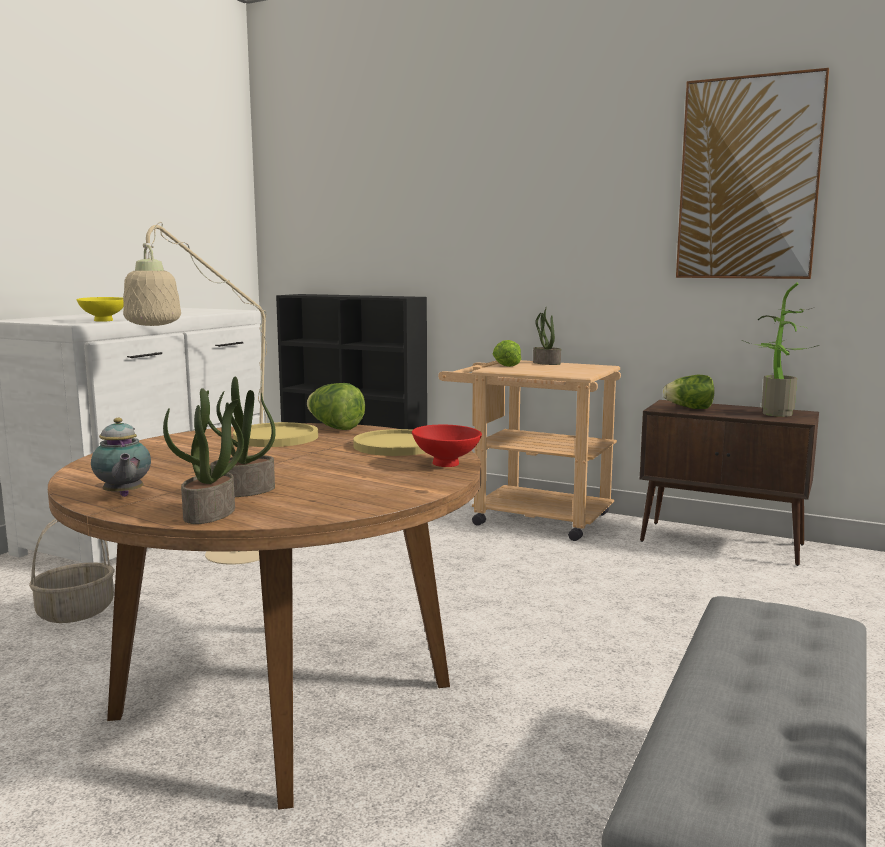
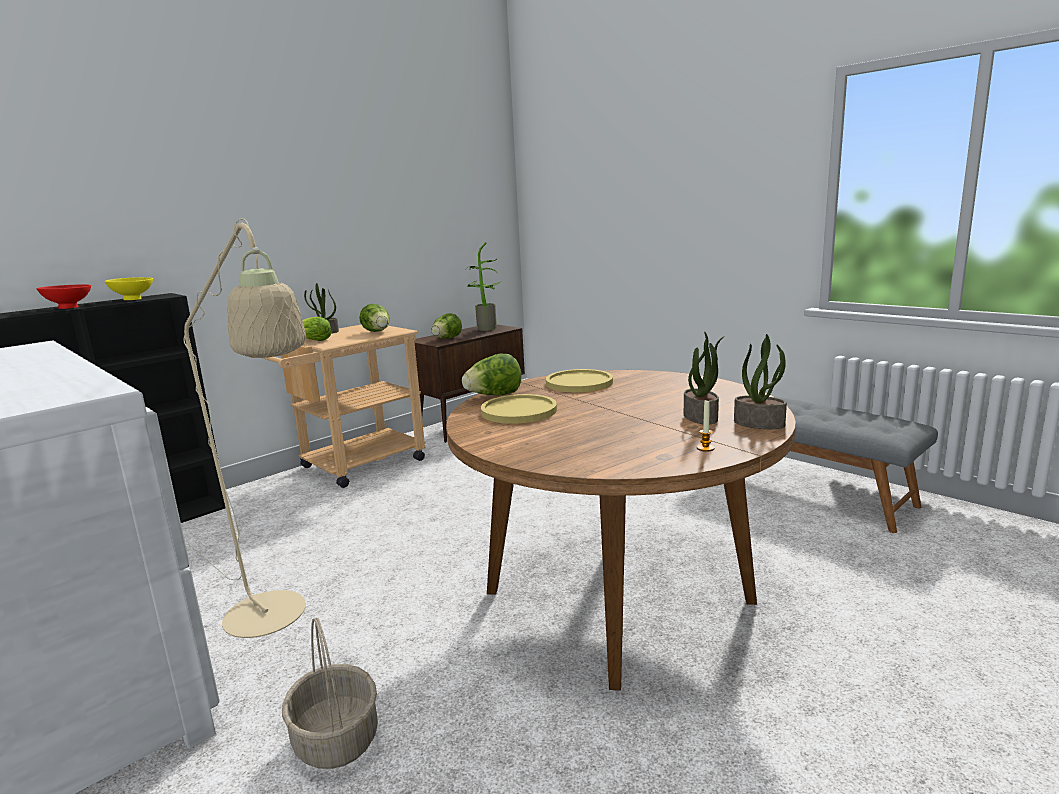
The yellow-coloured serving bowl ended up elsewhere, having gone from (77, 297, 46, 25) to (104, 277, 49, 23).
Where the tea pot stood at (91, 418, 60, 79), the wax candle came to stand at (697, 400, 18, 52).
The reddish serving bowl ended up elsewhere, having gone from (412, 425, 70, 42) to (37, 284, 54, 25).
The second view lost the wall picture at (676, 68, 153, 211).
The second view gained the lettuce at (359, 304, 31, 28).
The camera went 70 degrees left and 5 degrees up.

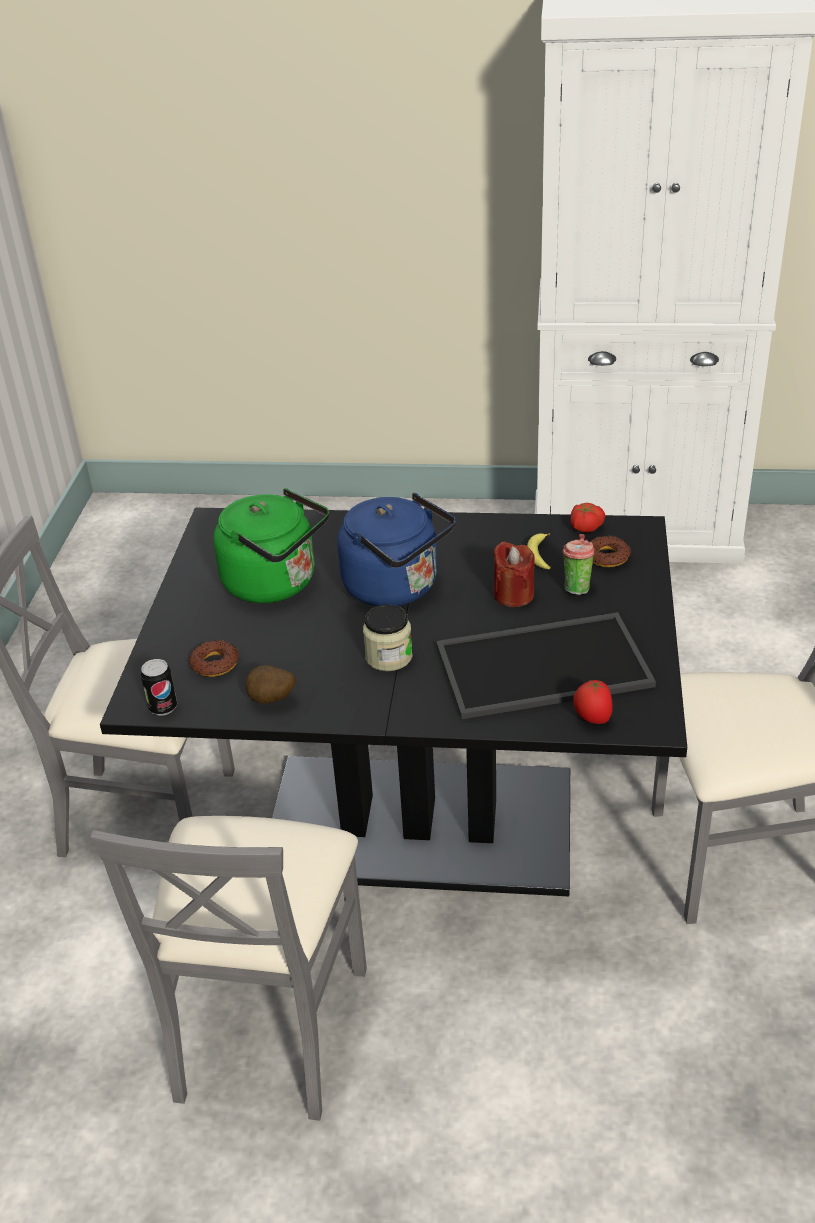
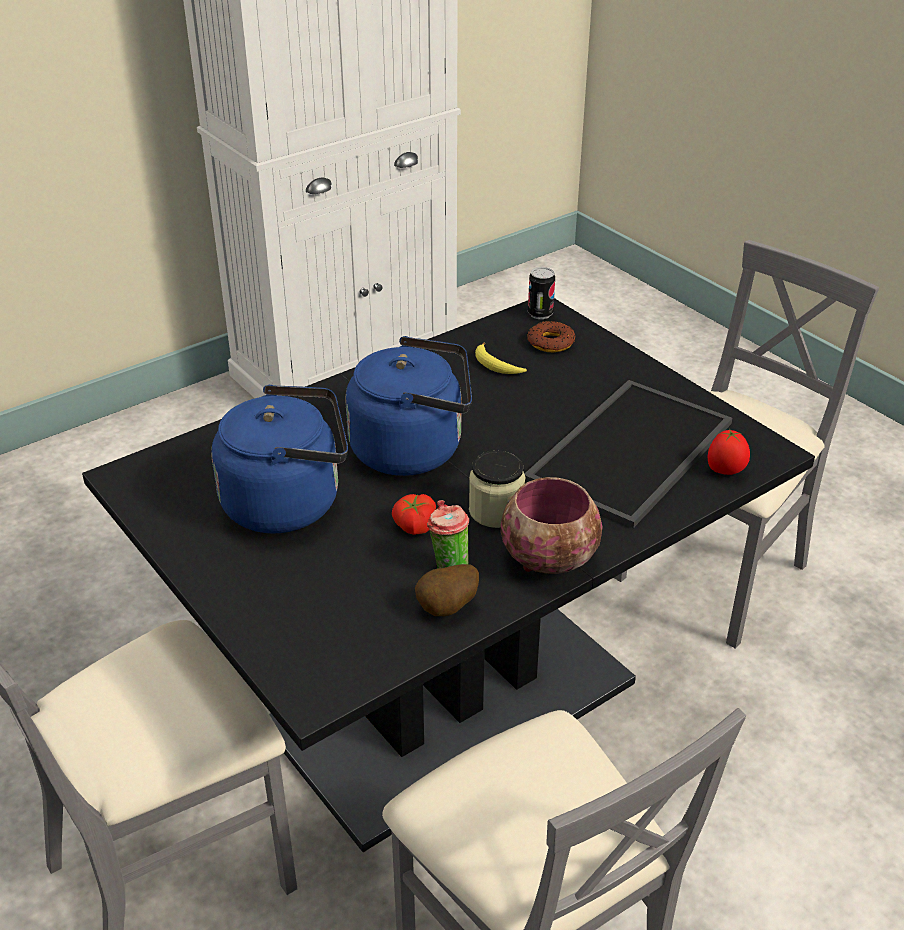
The can ended up elsewhere, having gone from (140, 659, 37, 56) to (528, 267, 27, 52).
The second view lost the donut at (189, 640, 50, 37).
What was the green kettle at (213, 488, 116, 115) turned into the bluish kettle at (211, 385, 137, 149).
The second view lost the reddish wax candle at (493, 542, 42, 65).
The small cup ended up elsewhere, having gone from (563, 534, 31, 61) to (427, 500, 42, 68).
The fresh tomato ended up elsewhere, having gone from (571, 503, 34, 29) to (392, 494, 44, 41).
The second view gained the serving bowl at (501, 477, 102, 97).
The camera went 45 degrees left and 0 degrees up.

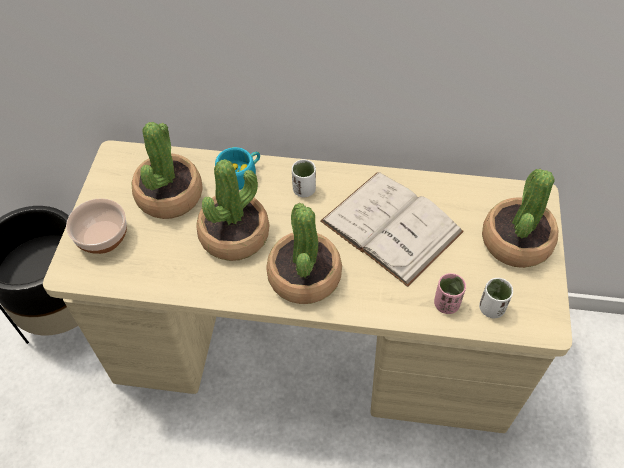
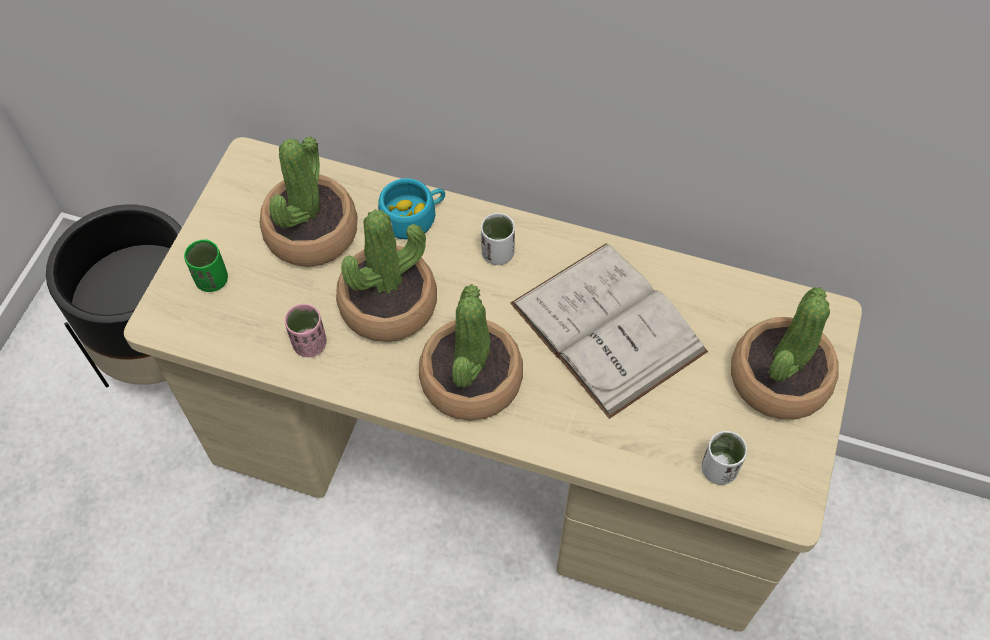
Where the serving bowl stood at (66, 198, 61, 56), the green small cup came to stand at (184, 239, 44, 53).
The pink-coloured small cup ended up elsewhere, having gone from (434, 273, 32, 41) to (284, 304, 43, 53).
The camera went 10 degrees right and 5 degrees up.

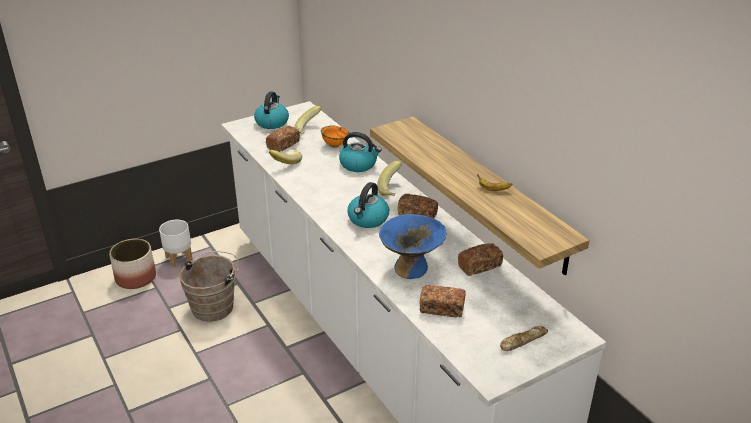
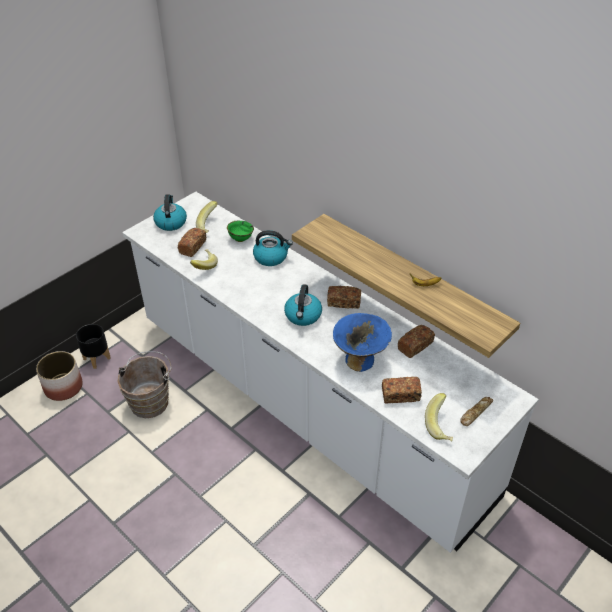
What was the whitish flower pot at (159, 220, 34, 47) turned into the black-coloured flower pot at (76, 324, 35, 45).
What was the orange-coloured serving bowl at (321, 126, 28, 22) turned into the green serving bowl at (227, 221, 27, 21).
The whole banana ended up elsewhere, having gone from (377, 161, 25, 35) to (425, 393, 28, 49).
The camera went 15 degrees left and 10 degrees up.

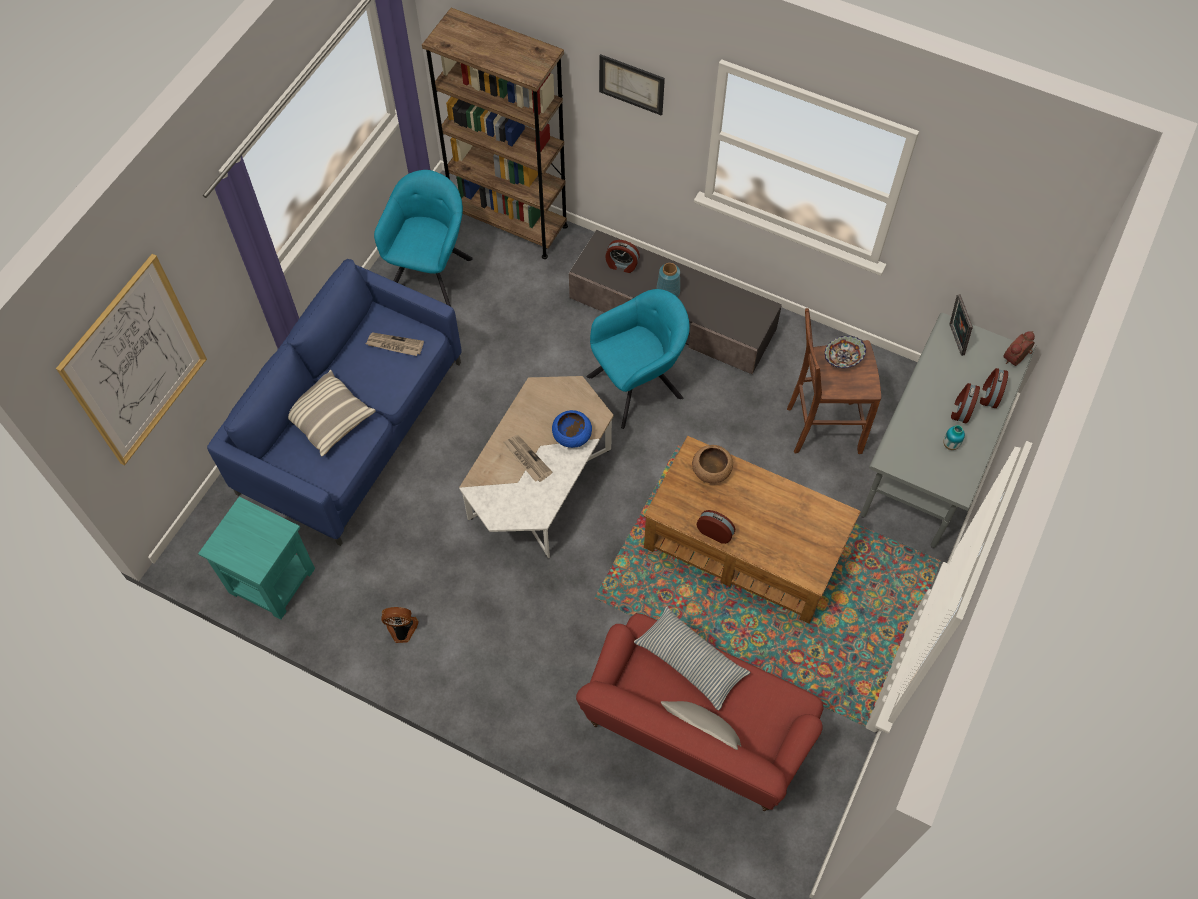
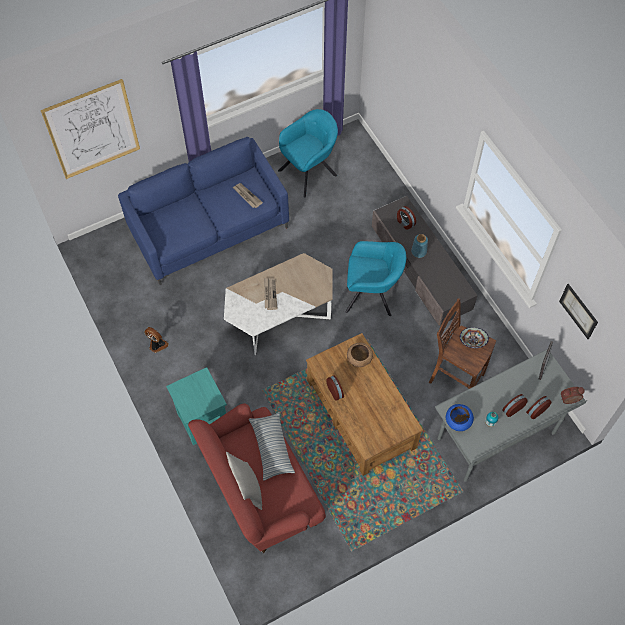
The turquoise side table ended up elsewhere, having gone from (198, 497, 117, 122) to (166, 367, 61, 78).
The second view lost the throw pillow at (288, 370, 88, 86).
The second view lost the brown-coloured bookcase at (422, 8, 146, 251).
The bluish serving bowl ended up elsewhere, having gone from (552, 410, 40, 38) to (446, 404, 28, 27).
The wall picture ended up elsewhere, having gone from (599, 54, 66, 62) to (559, 284, 39, 55).
The camera went 35 degrees right and 0 degrees up.

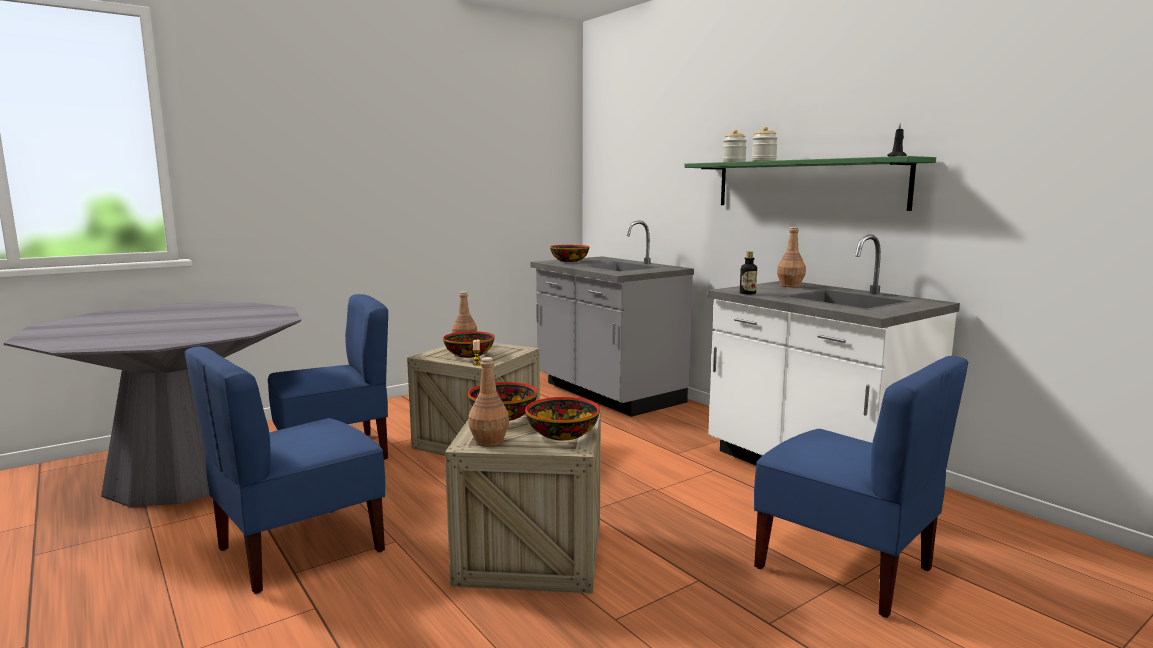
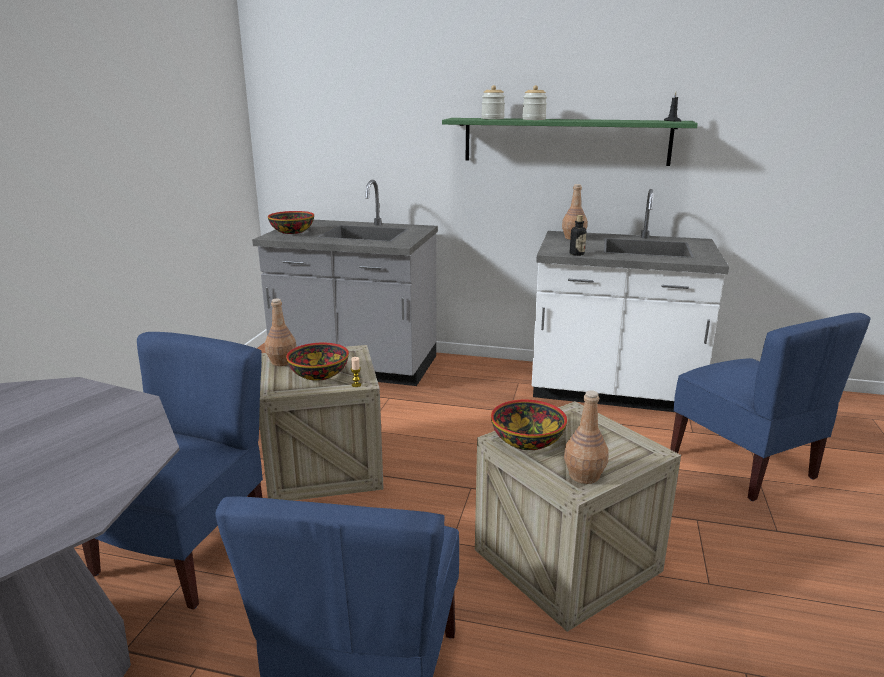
The second view lost the serving bowl at (525, 397, 75, 43).
The bluish plain chair at (754, 356, 214, 262) ended up facing another way, 60 degrees clockwise from before.
The camera went 40 degrees left and 10 degrees up.

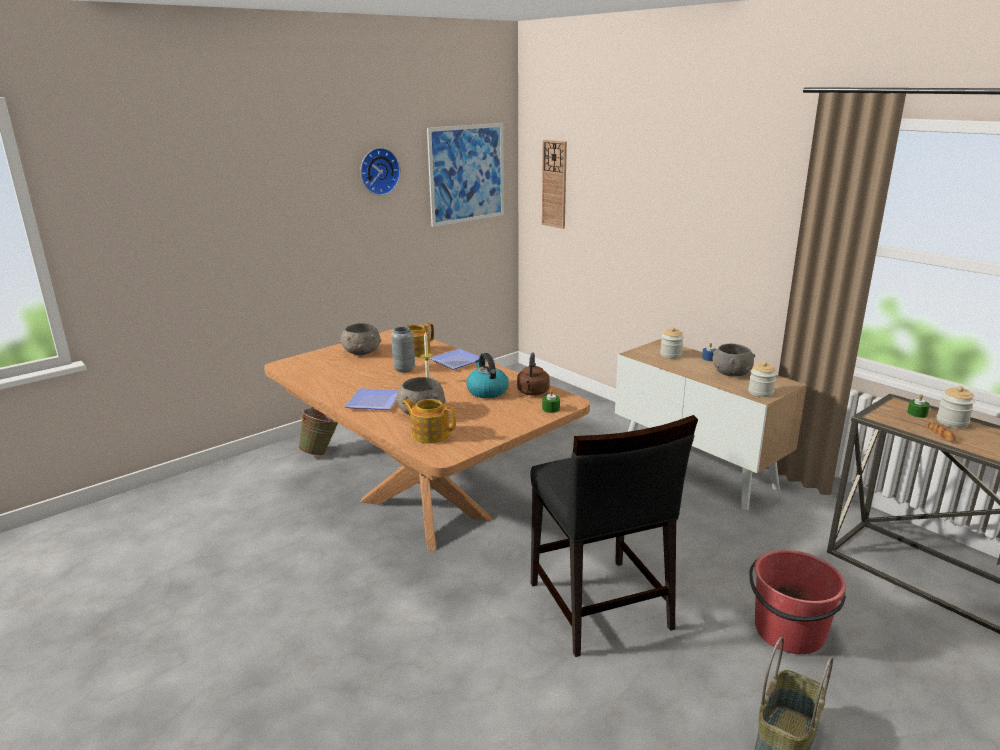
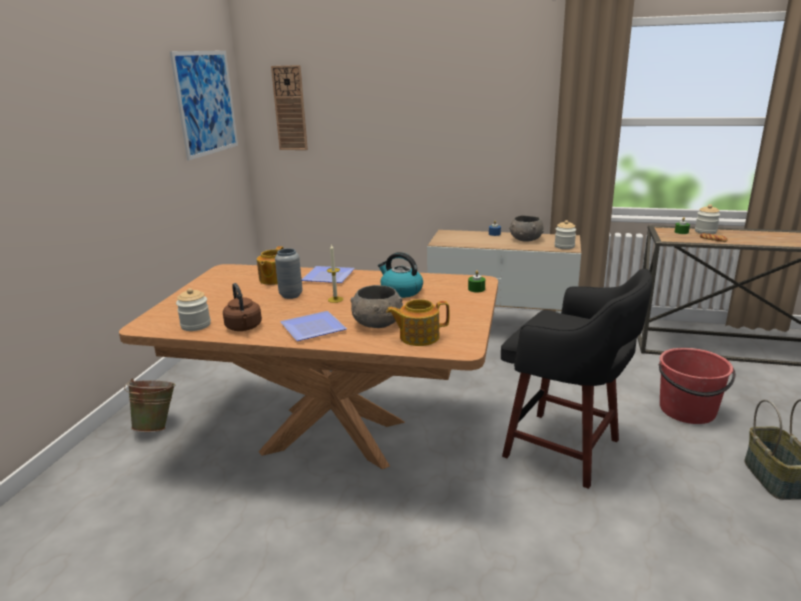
The second view lost the gray serving bowl at (340, 323, 41, 32).
The second view lost the hanging clock at (360, 148, 40, 47).
The brown-coloured kettle ended up elsewhere, having gone from (517, 353, 33, 42) to (223, 283, 39, 48).
Where the black-coloured plain chair stood at (530, 415, 168, 242), the black-coloured sitting stool came to stand at (501, 268, 151, 221).
The storage jar ended up elsewhere, having gone from (660, 327, 24, 32) to (176, 288, 35, 43).
The camera went 35 degrees left and 0 degrees up.

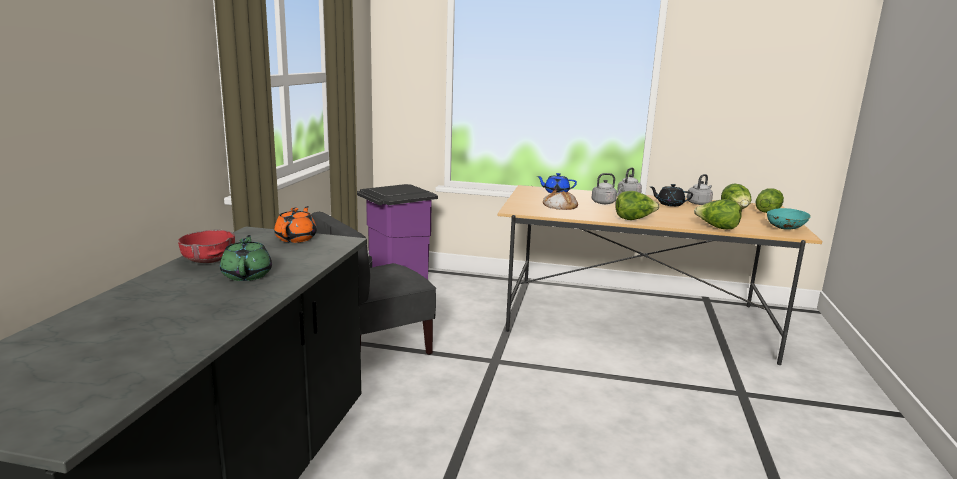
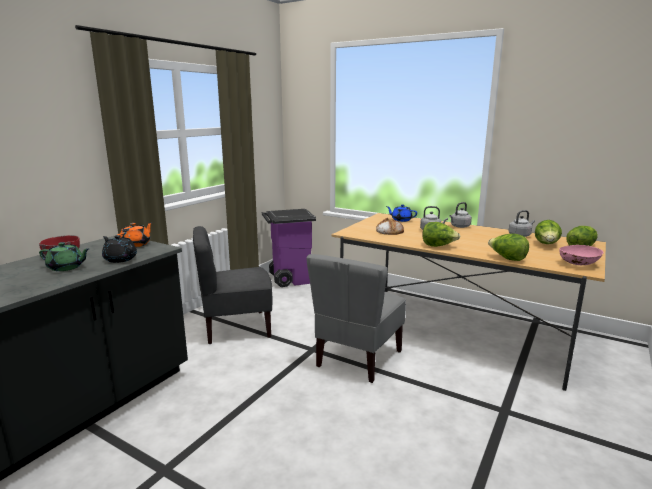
The green tea pot at (220, 235, 52, 46) ended up facing another way, 90 degrees clockwise from before.
The black-coloured tea pot ended up elsewhere, having gone from (649, 184, 44, 22) to (102, 235, 35, 28).
What was the turquoise serving bowl at (767, 208, 44, 22) turned into the pink-coloured serving bowl at (559, 245, 44, 20).
The second view gained the gray plain chair at (306, 254, 100, 129).
The camera went 20 degrees right and 0 degrees up.

